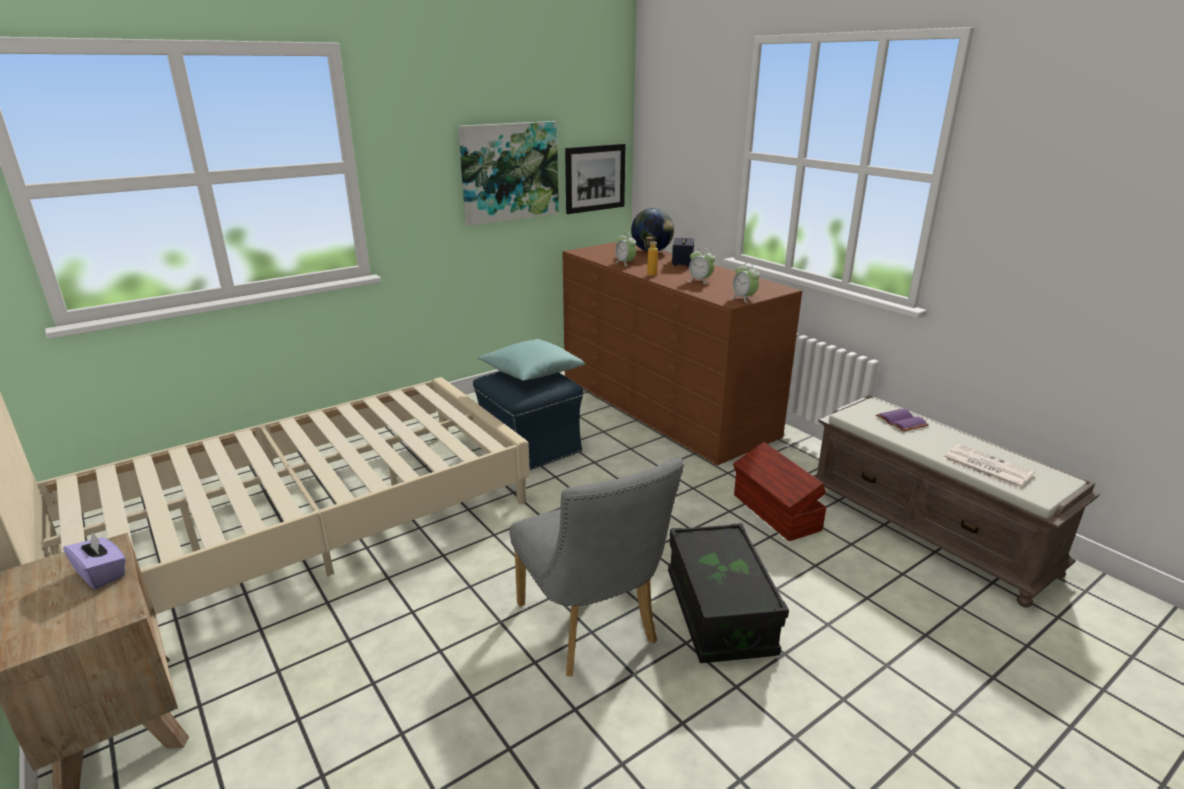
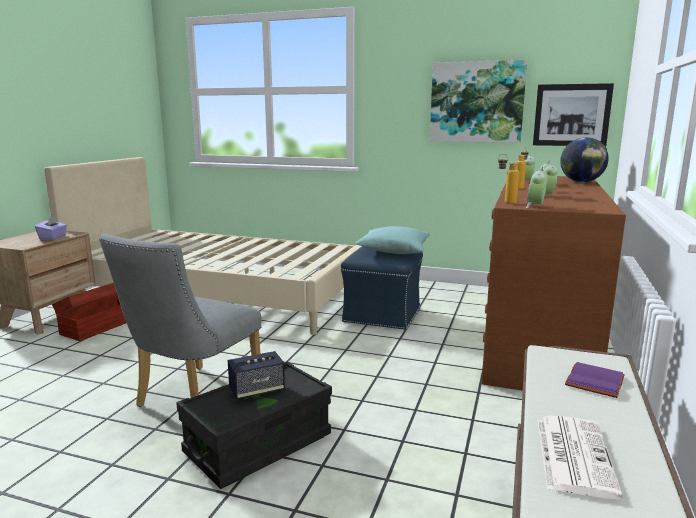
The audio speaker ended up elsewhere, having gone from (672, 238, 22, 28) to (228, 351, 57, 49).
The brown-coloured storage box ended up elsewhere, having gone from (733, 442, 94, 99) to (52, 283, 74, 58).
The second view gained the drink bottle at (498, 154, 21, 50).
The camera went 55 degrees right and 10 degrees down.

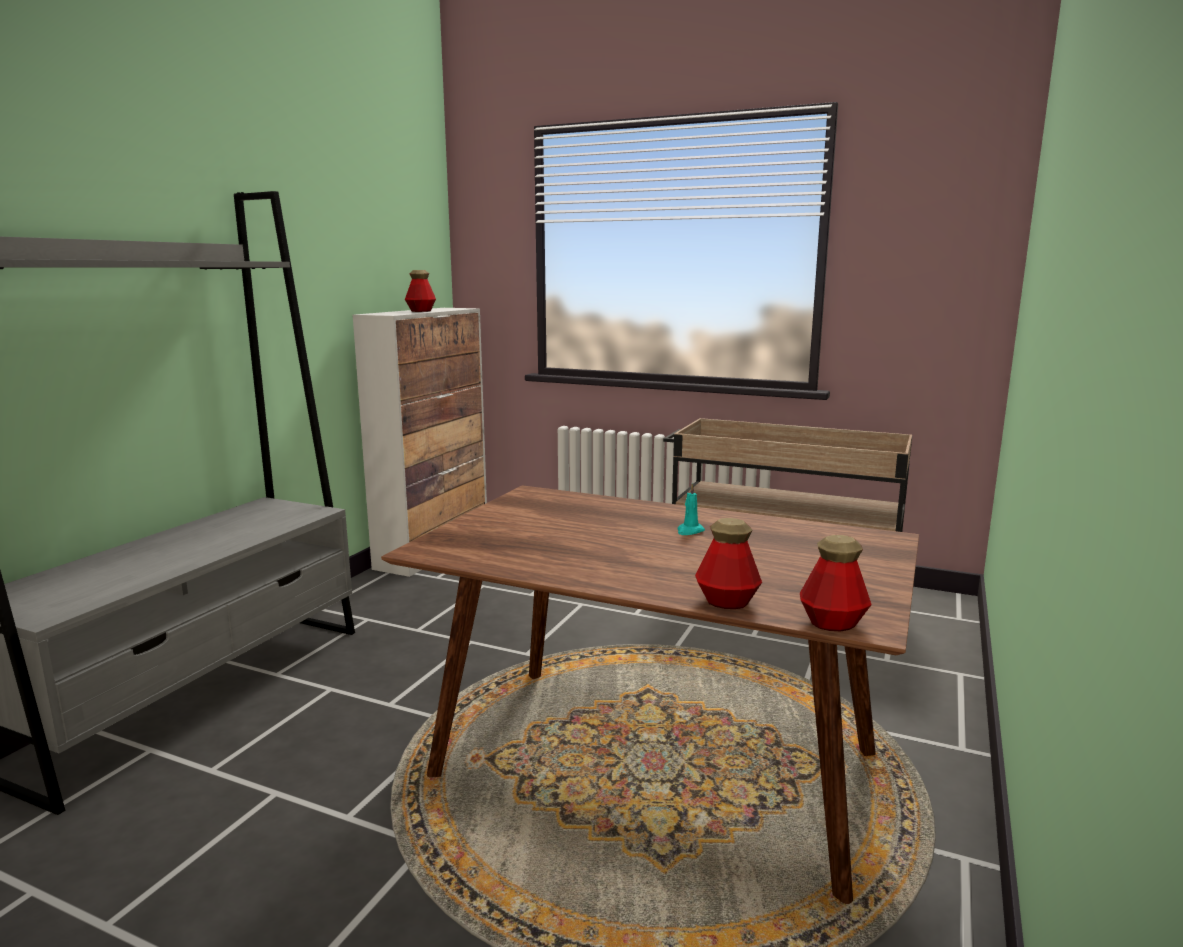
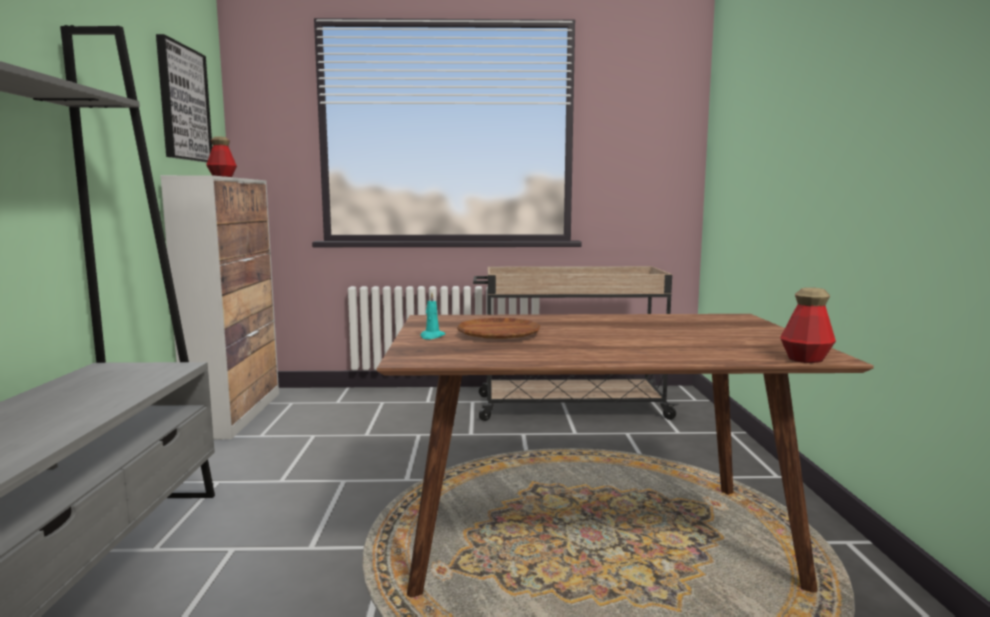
The turquoise wax candle ended up elsewhere, having gone from (677, 484, 28, 51) to (420, 292, 25, 48).
The second view lost the drink bottle at (695, 518, 67, 91).
The second view gained the wall picture at (156, 34, 56, 128).
The second view gained the brown-coloured flat dish at (457, 318, 83, 21).
The camera went 25 degrees left and 5 degrees down.

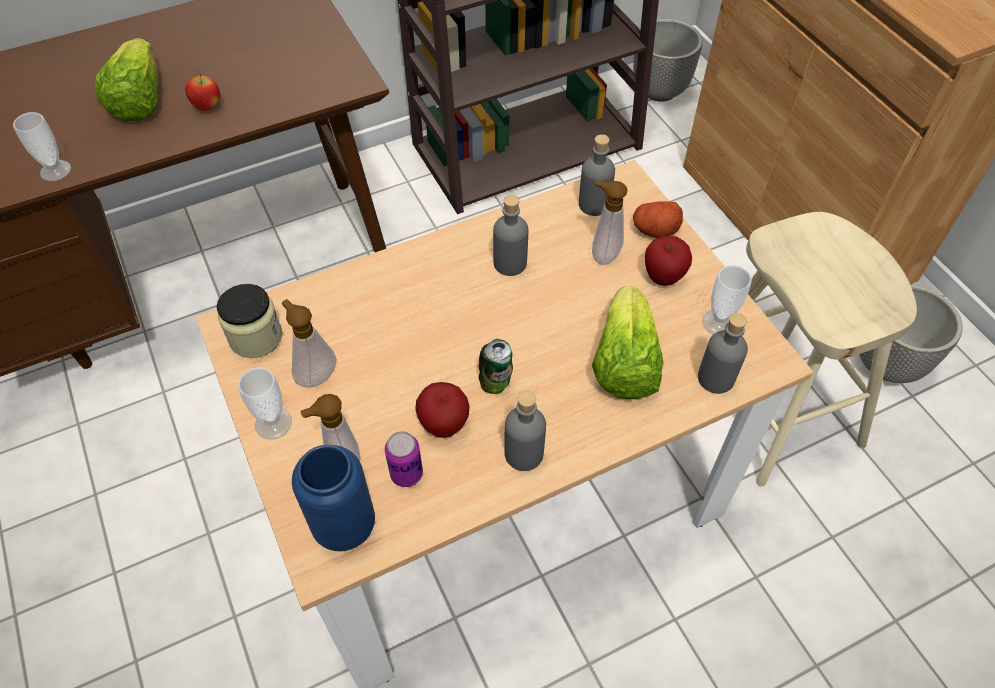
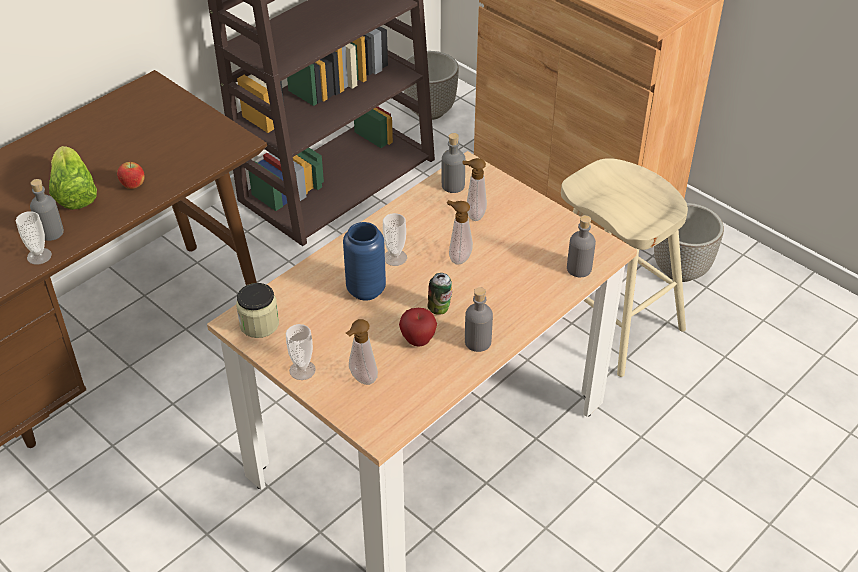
The soap bottle ended up elsewhere, having gone from (282, 299, 55, 88) to (447, 200, 26, 65).
The bluish decorative vase ended up elsewhere, having gone from (292, 445, 83, 106) to (343, 222, 43, 79).
The second view lost the can at (385, 431, 38, 56).
The gray drink bottle ended up elsewhere, having gone from (493, 195, 35, 81) to (30, 179, 34, 62).
The second view lost the lettuce at (592, 286, 72, 113).
The second view lost the potato at (633, 201, 50, 37).
The second view lost the whole apple at (645, 235, 47, 51).
The small cup ended up elsewhere, having gone from (702, 265, 50, 70) to (383, 213, 24, 53).
The camera went 20 degrees left and 10 degrees down.

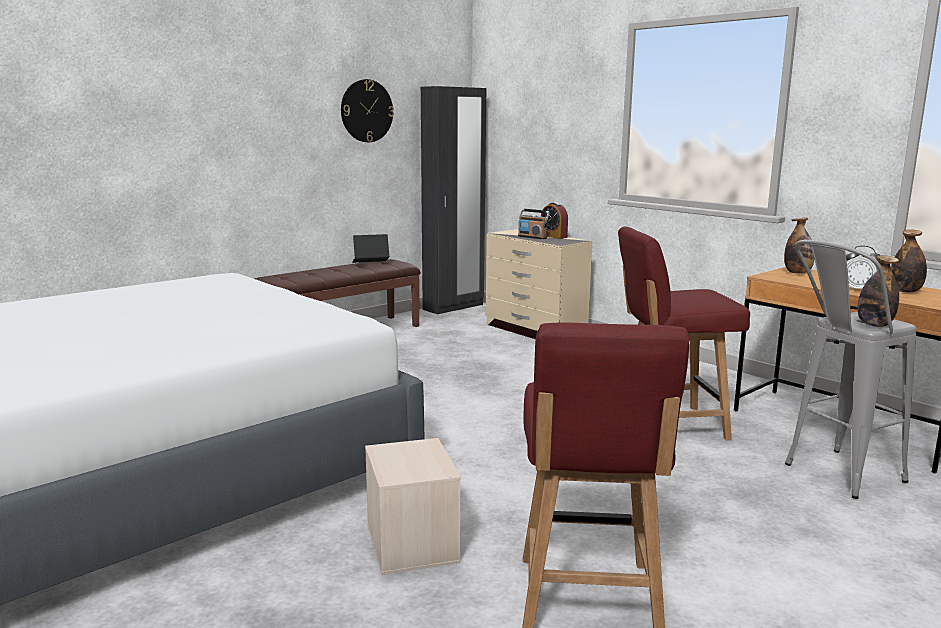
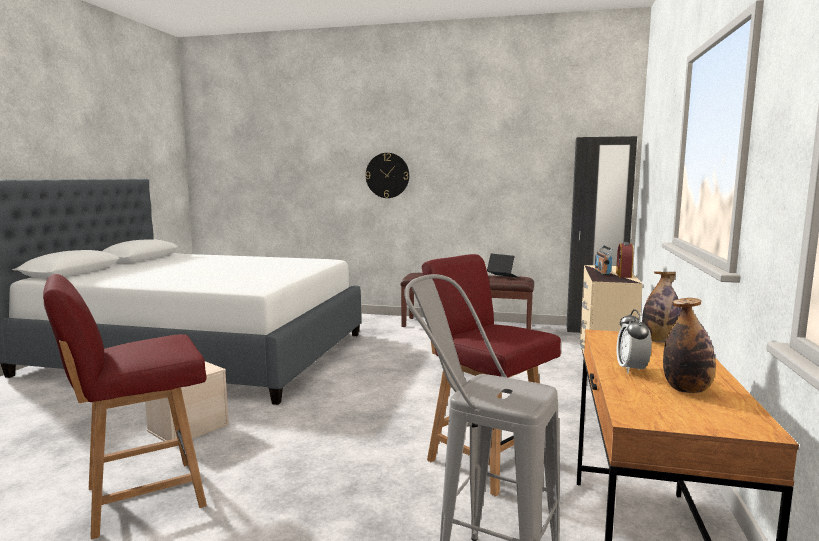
The hanging clock ended up elsewhere, having gone from (341, 79, 53, 63) to (366, 153, 43, 45).
The second view lost the drink bottle at (857, 255, 42, 72).
The camera went 55 degrees right and 5 degrees down.

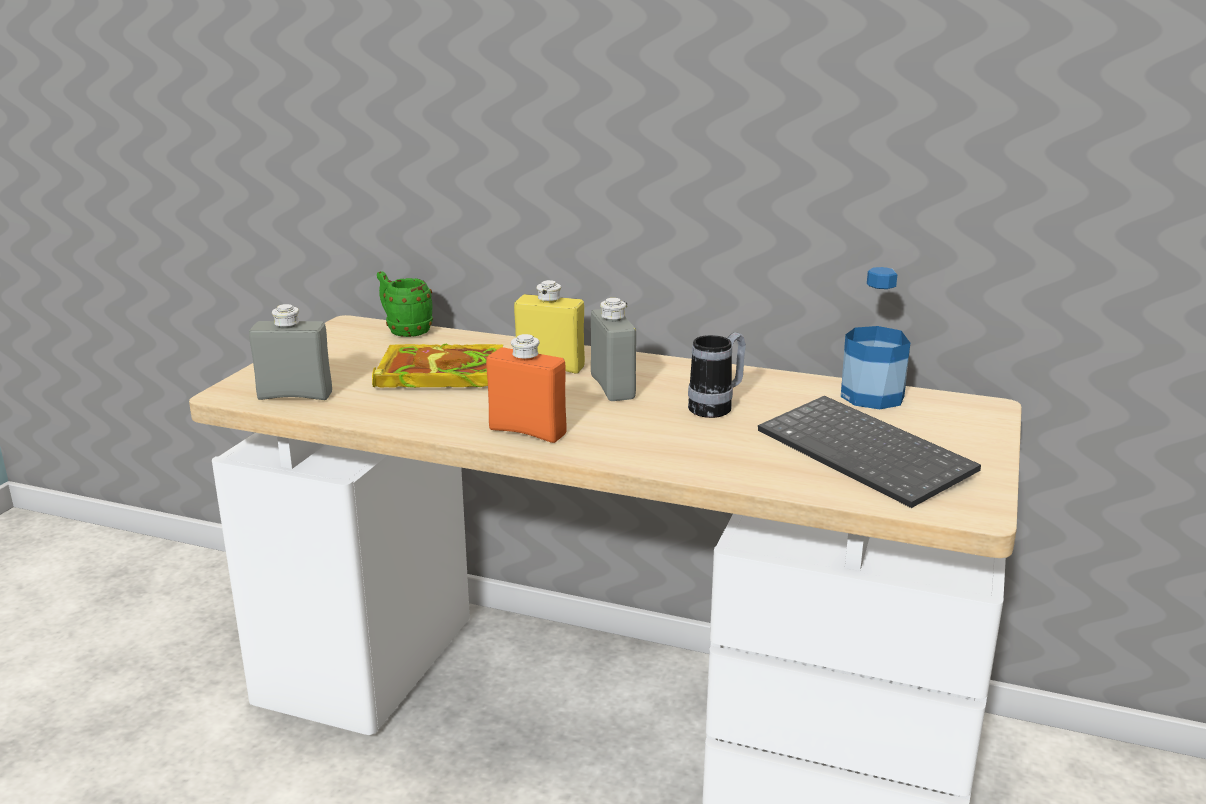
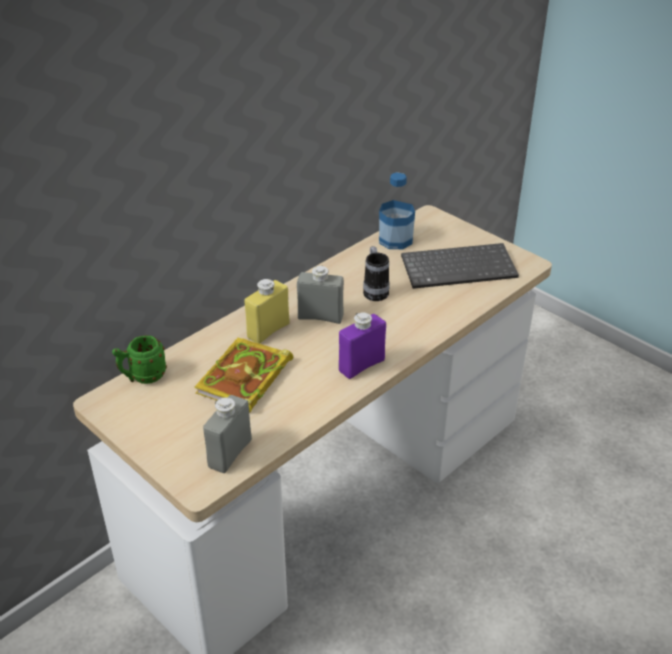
What was the orange-coloured drink bottle at (486, 334, 80, 109) turned into the purplish drink bottle at (339, 313, 47, 66).
The camera went 65 degrees left and 15 degrees up.

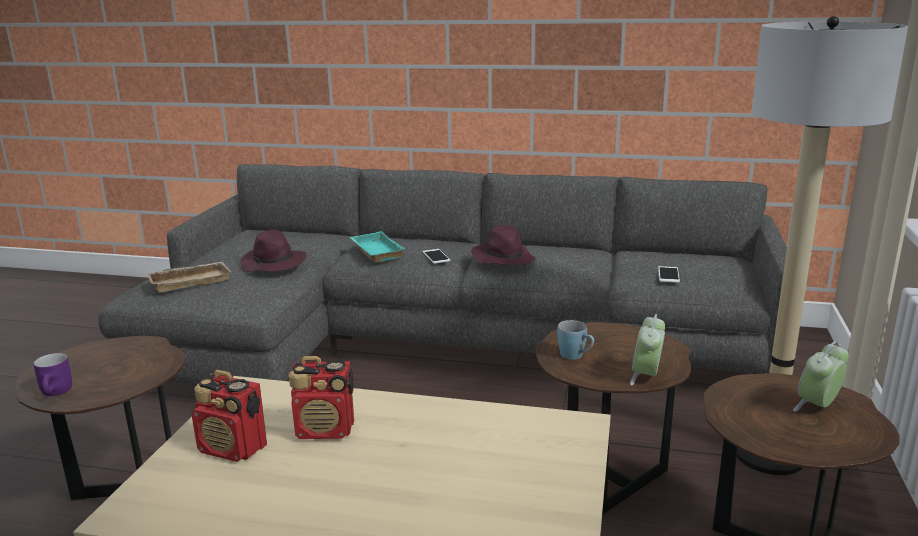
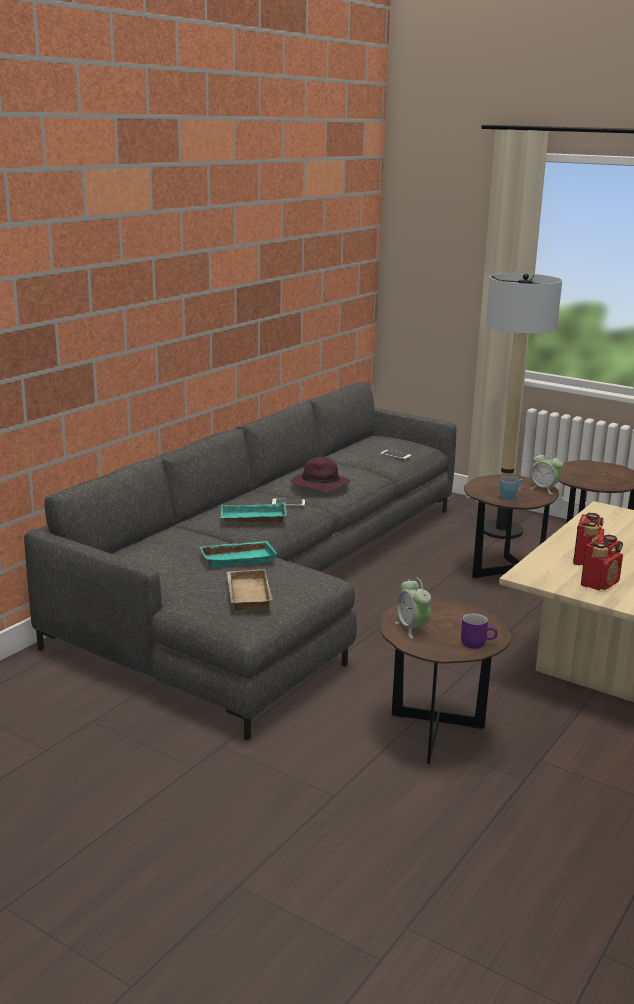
Where the purplish wearable hat stood at (240, 230, 66, 42), the turquoise tray came to stand at (199, 541, 78, 27).
The alarm clock ended up elsewhere, having gone from (793, 341, 55, 71) to (395, 577, 36, 62).
The camera went 70 degrees left and 0 degrees up.

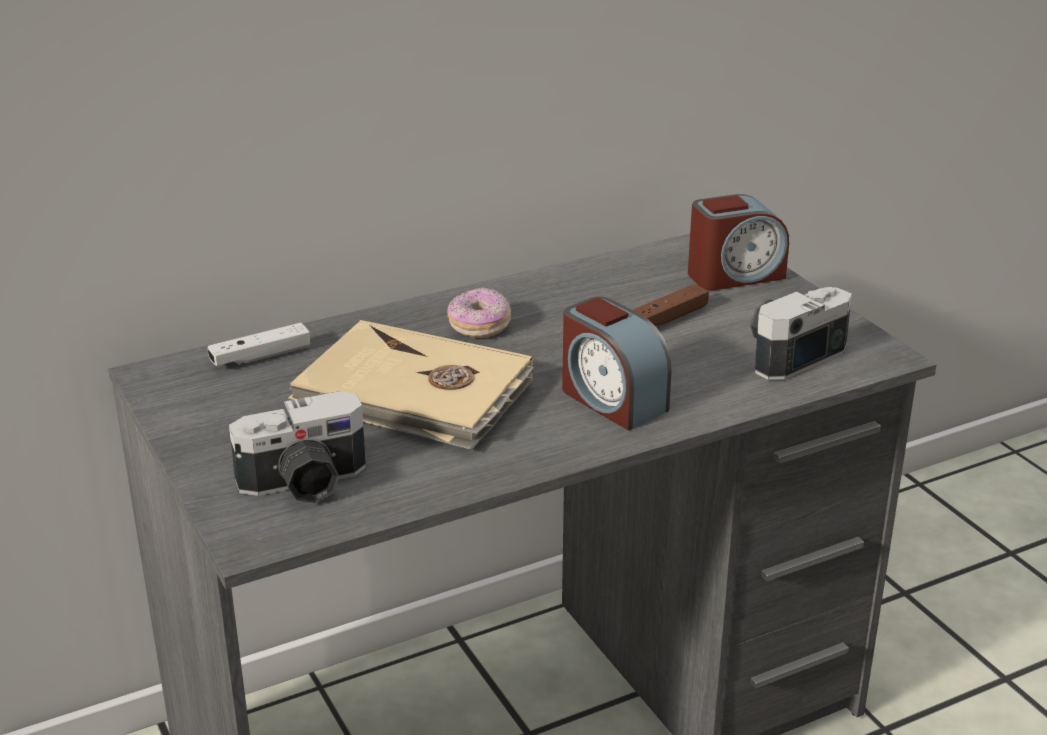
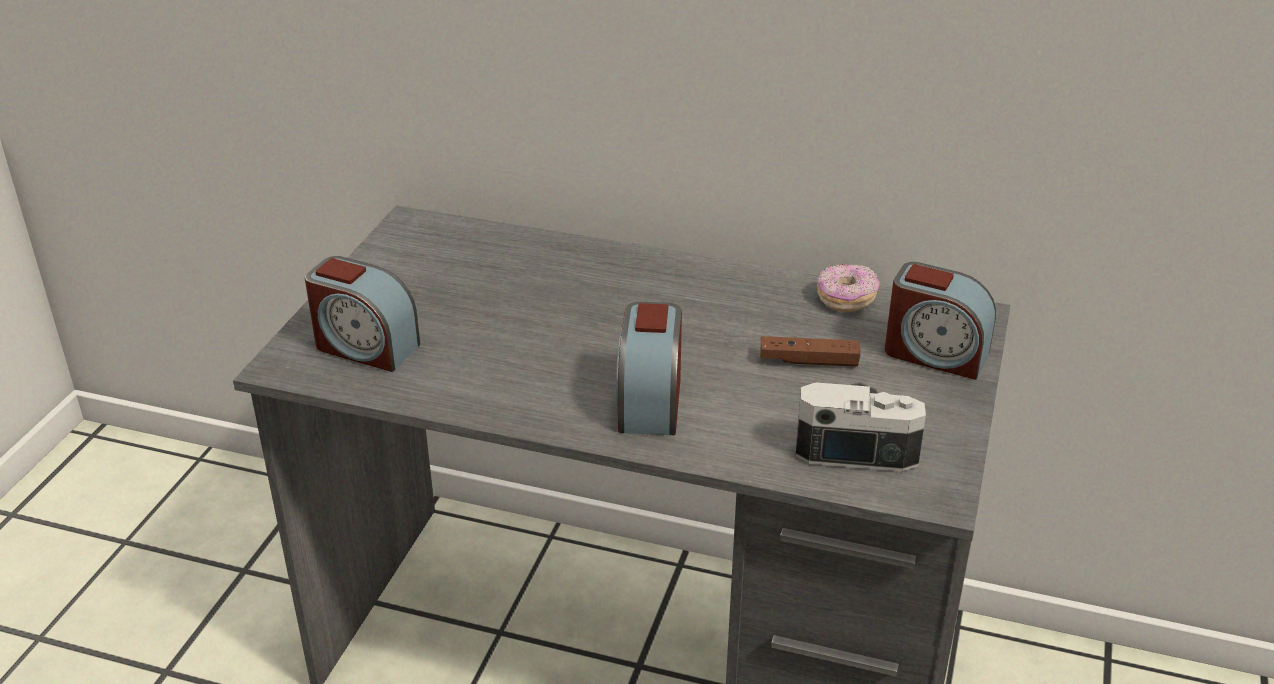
The second view lost the whitish joypad at (208, 323, 102, 43).
Where the photo camera stood at (229, 391, 137, 112), the alarm clock came to stand at (305, 256, 115, 116).
The second view lost the sand-coloured bound book at (288, 320, 246, 129).
The donut ended up elsewhere, having gone from (447, 288, 64, 50) to (817, 264, 63, 48).
The camera went 45 degrees right and 5 degrees up.

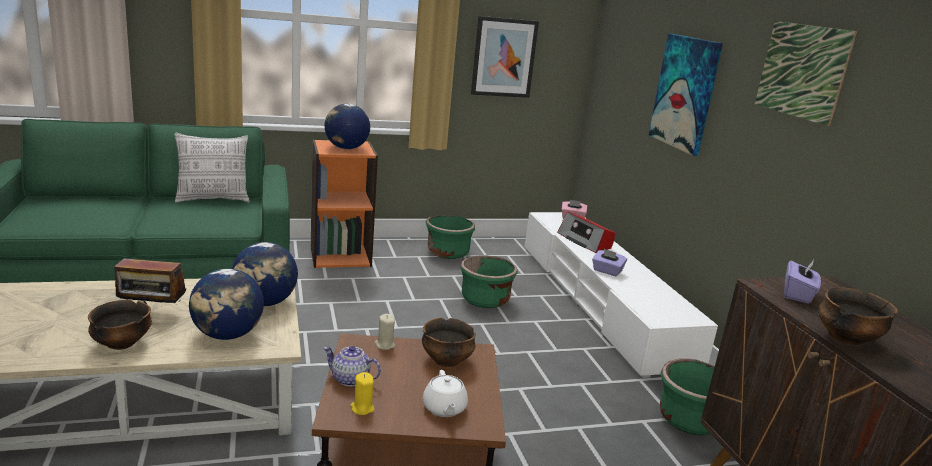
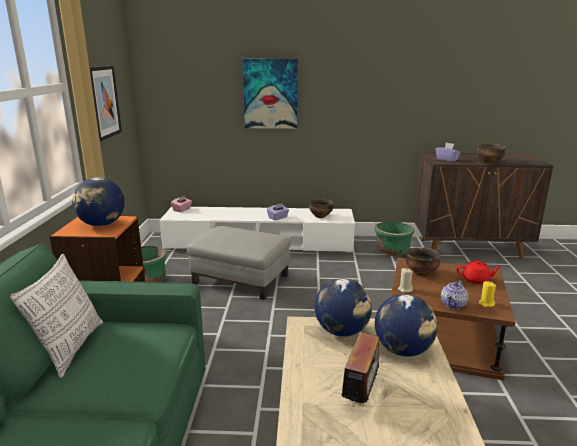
The serving bowl ended up elsewhere, having gone from (88, 300, 64, 50) to (309, 198, 24, 20).
What was the whitish tea pot at (423, 370, 45, 47) turned into the reddish tea pot at (457, 261, 44, 23).
Where the green flower pot stood at (460, 255, 58, 53), the gray pouffe came to stand at (187, 226, 104, 74).
The second view lost the radio at (557, 211, 58, 42).
The second view lost the wall picture at (755, 21, 102, 105).
The camera went 70 degrees left and 0 degrees up.

